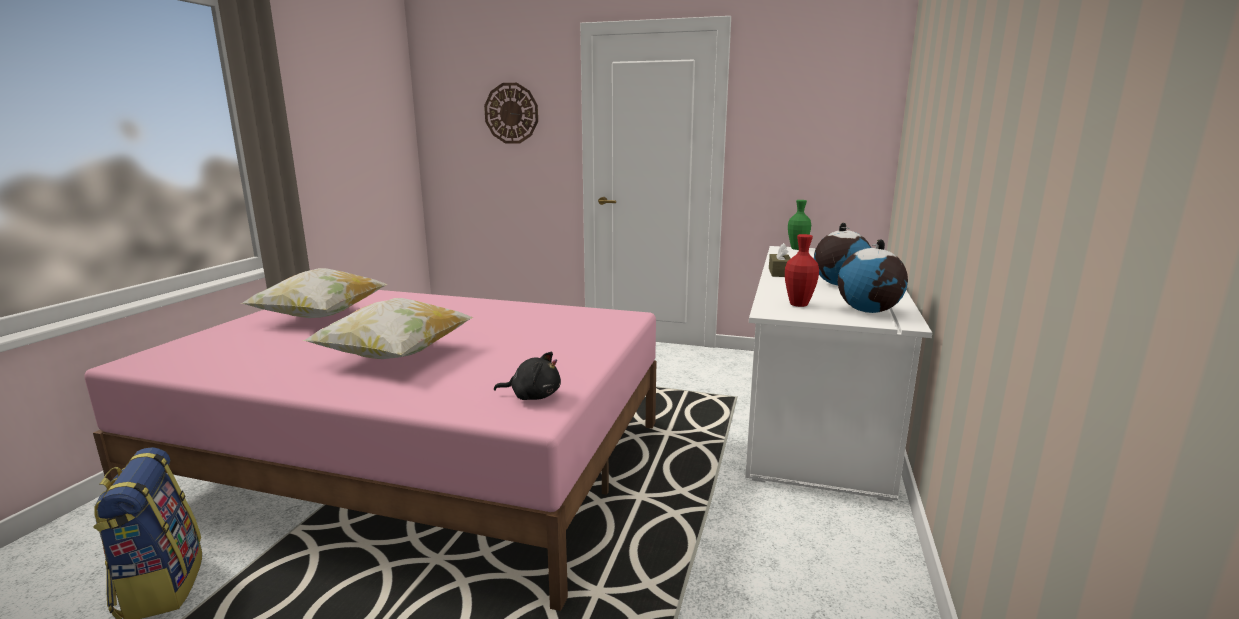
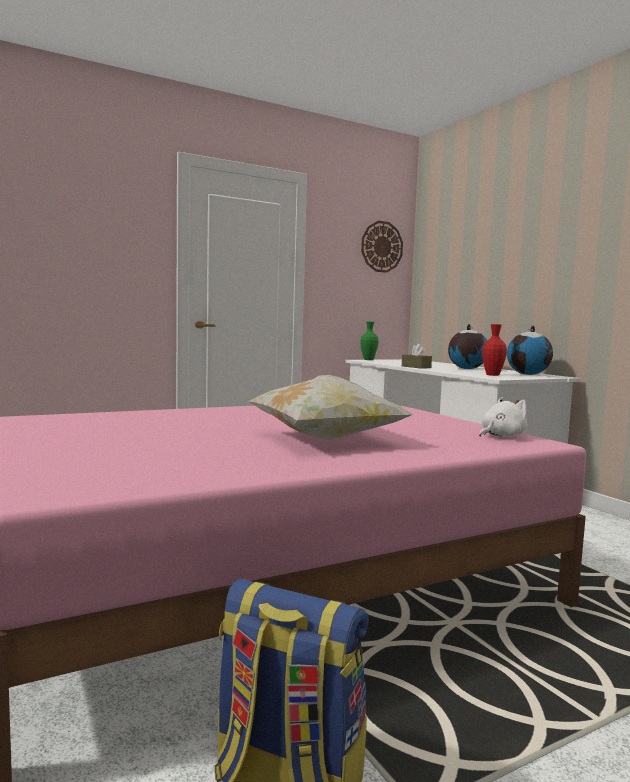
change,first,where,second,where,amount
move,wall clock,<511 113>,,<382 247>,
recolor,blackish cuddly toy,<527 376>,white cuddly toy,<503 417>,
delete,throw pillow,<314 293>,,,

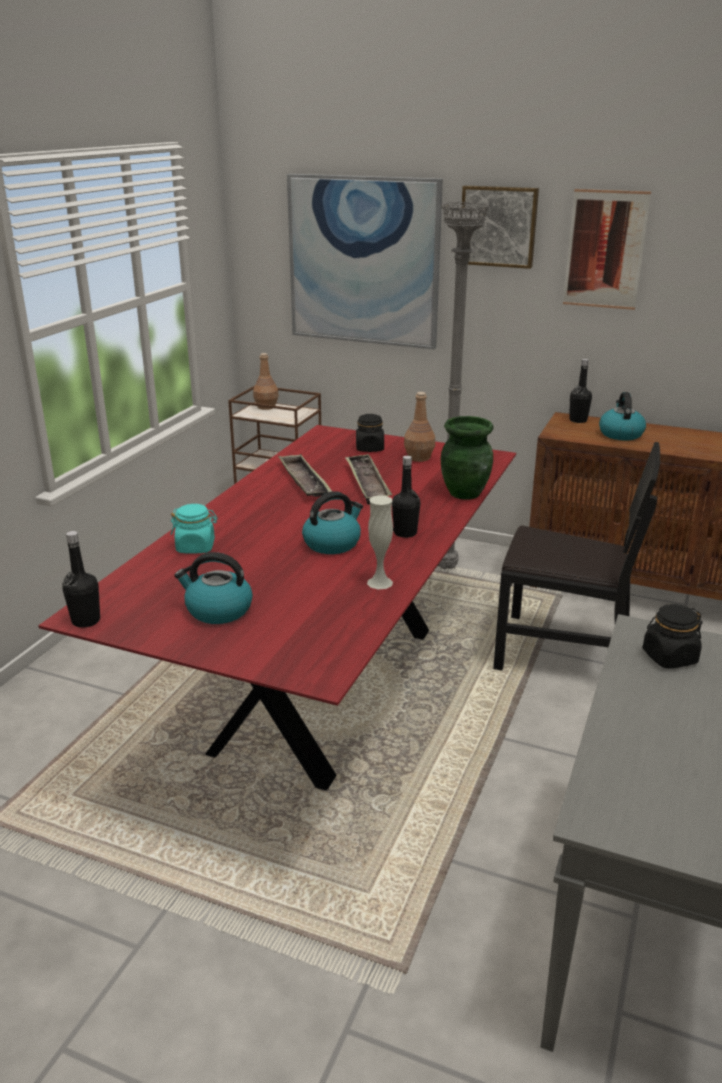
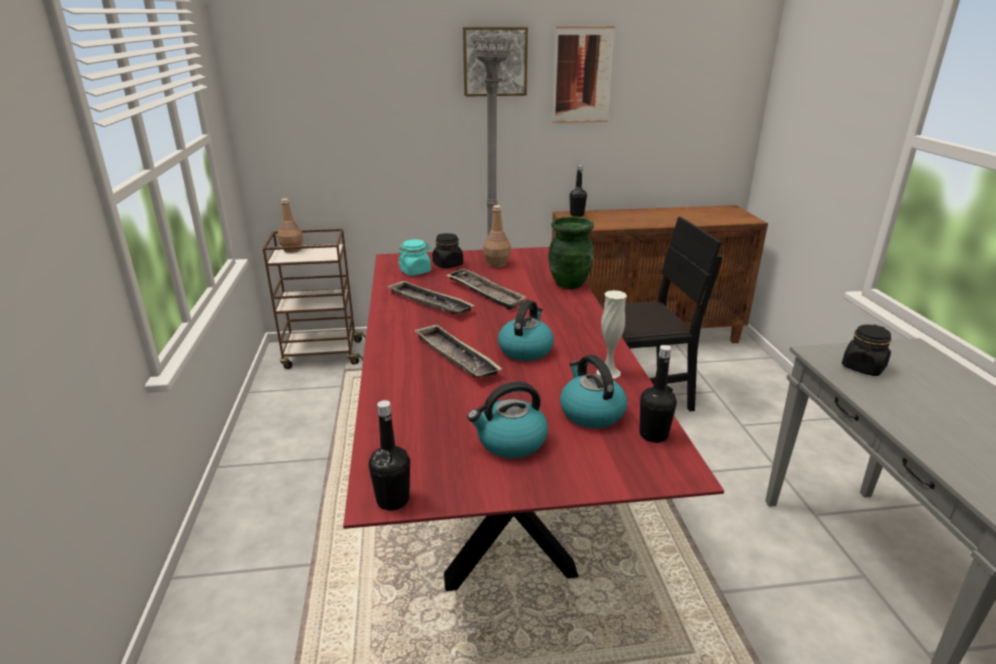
change,first,where,second,where,amount
move,turquoise-coloured preserve jar,<194 529>,,<414 257>,
insert,,,serving tray,<458 351>,
move,kettle,<622 416>,,<593 391>,
move,blackish beverage bottle,<406 497>,,<658 394>,
delete,wall art,<365 261>,,,

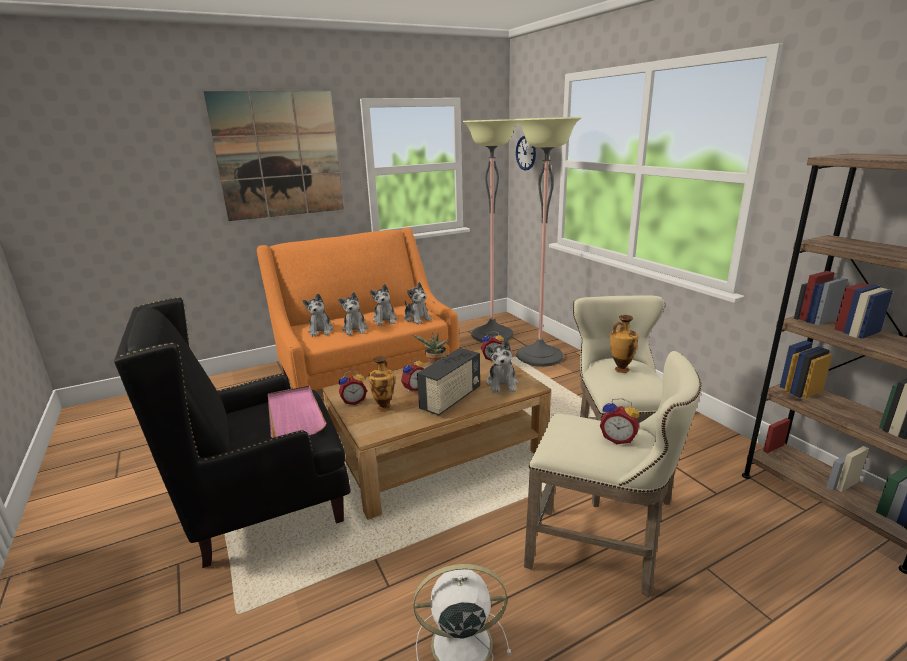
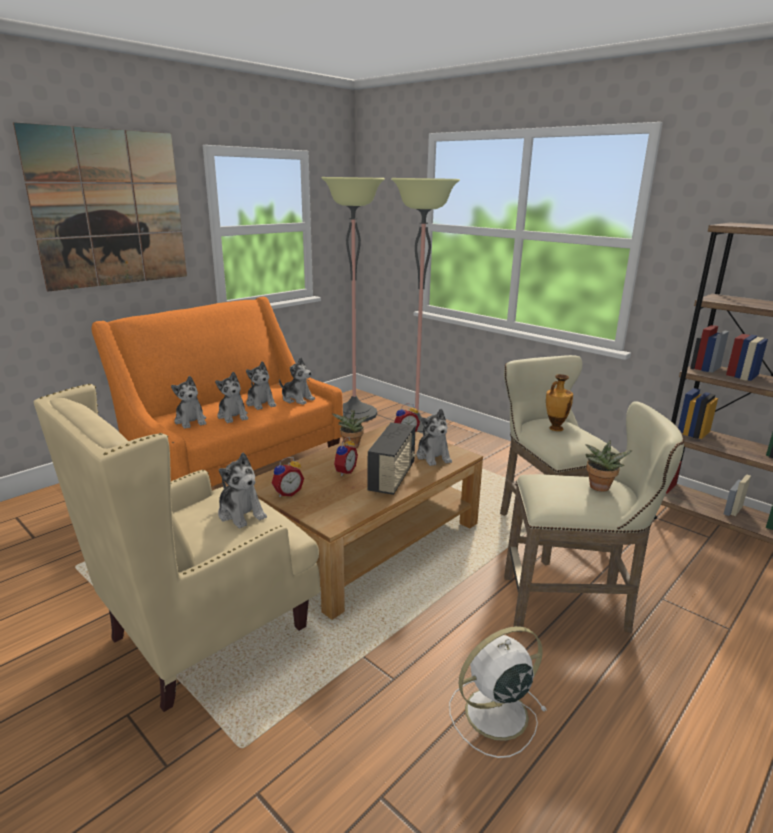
change,first,where,second,where,amount
recolor,blackish lounge chair,<232 432>,beige-coloured lounge chair,<177 548>,
replace,pink serving tray,<297 411>,cuddly toy,<242 490>,
replace,bedside clock,<619 421>,potted plant,<609 466>,
delete,flower vase,<382 384>,,,
delete,wall clock,<526 153>,,,

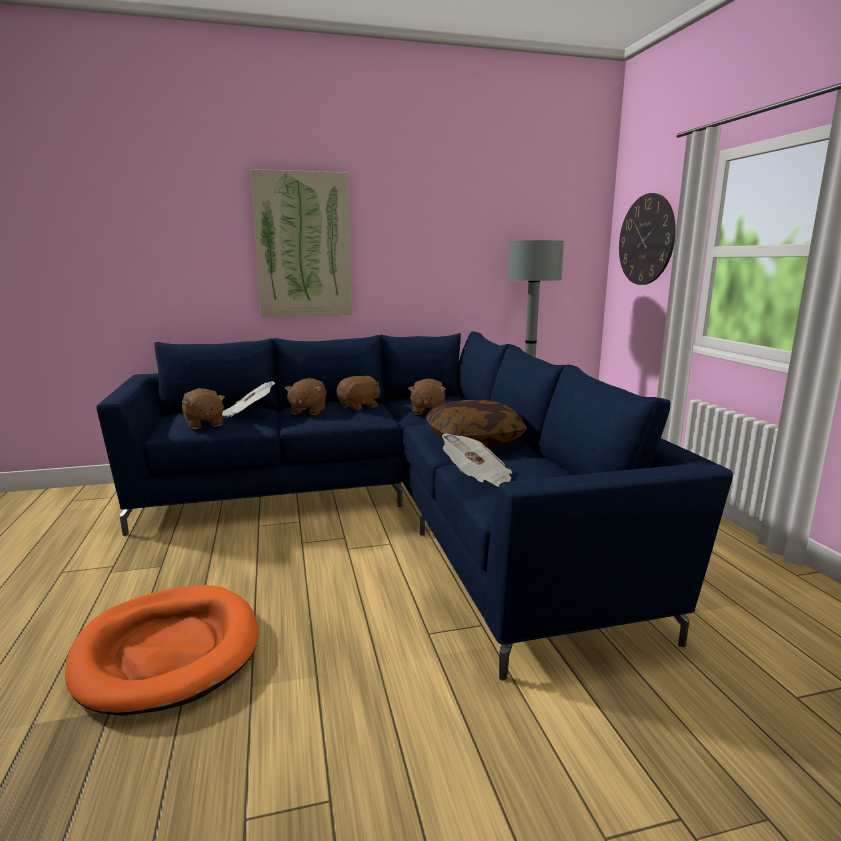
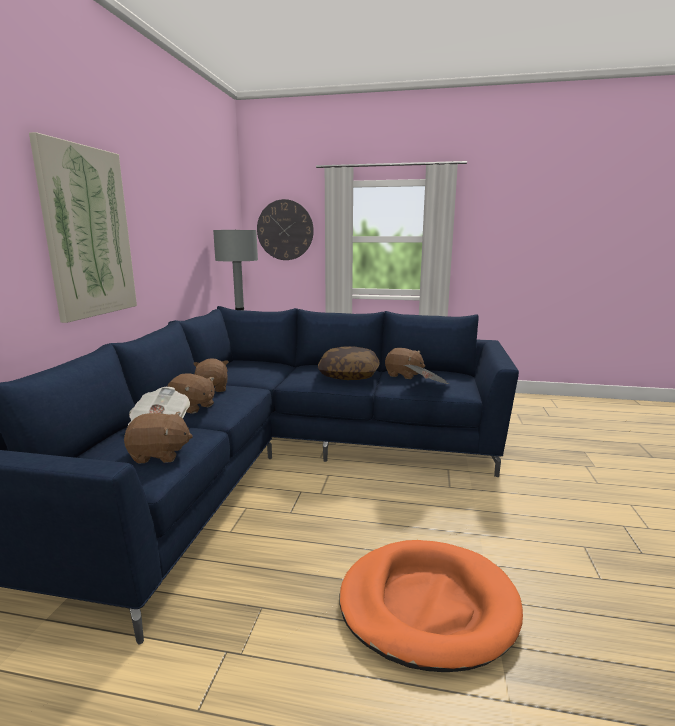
change,first,where,second,where,amount
move,brownish cuddly toy,<427 396>,,<405 363>,

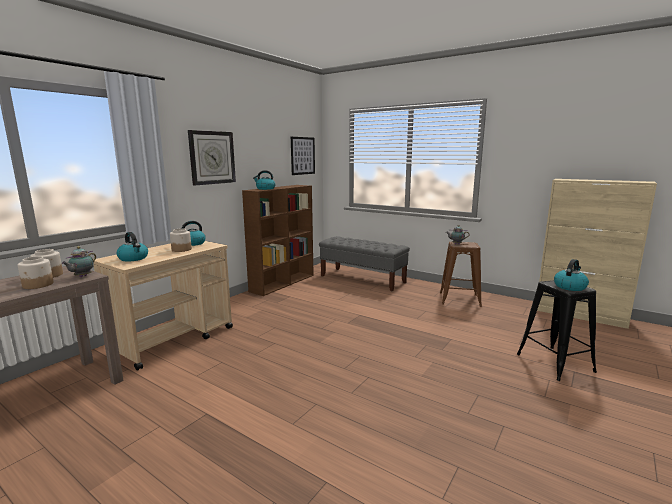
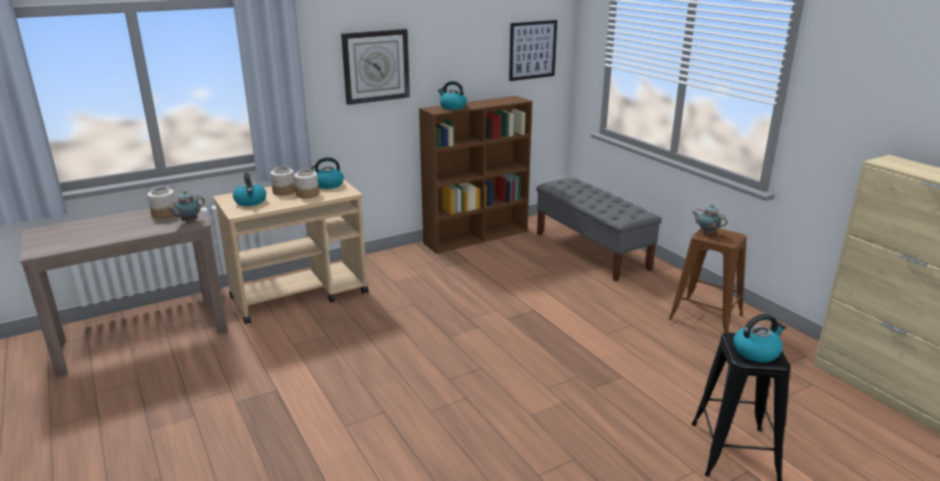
change,first,where,second,where,amount
move,preserve jar,<36 272>,,<283 181>,

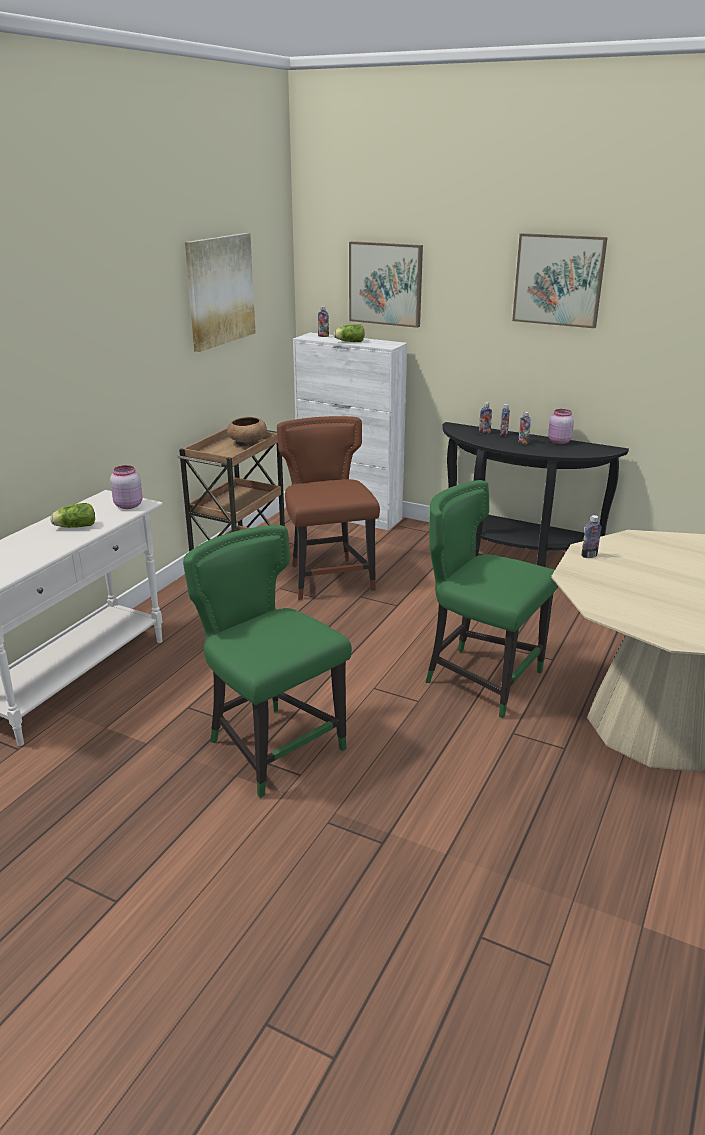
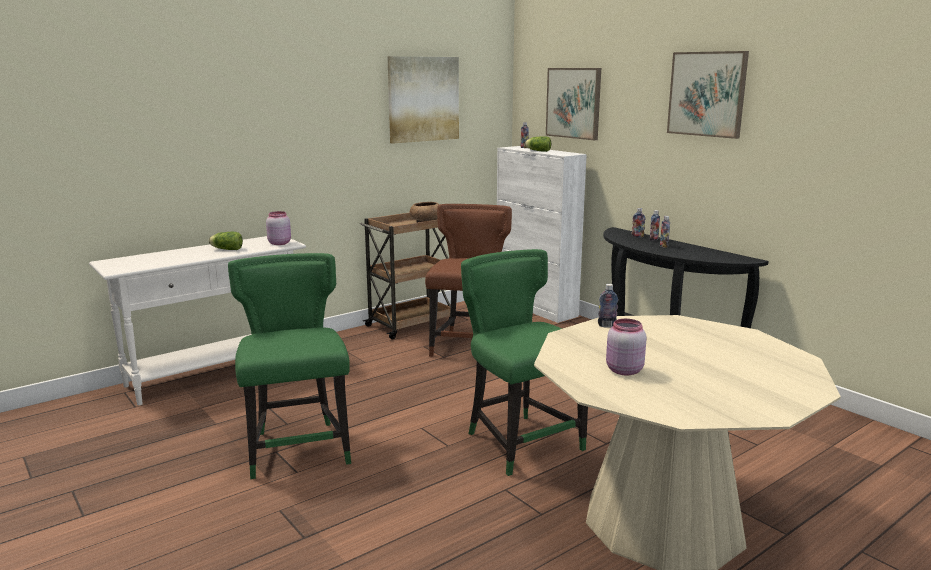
change,first,where,second,where,amount
move,pink preserve jar,<561 426>,,<626 347>,

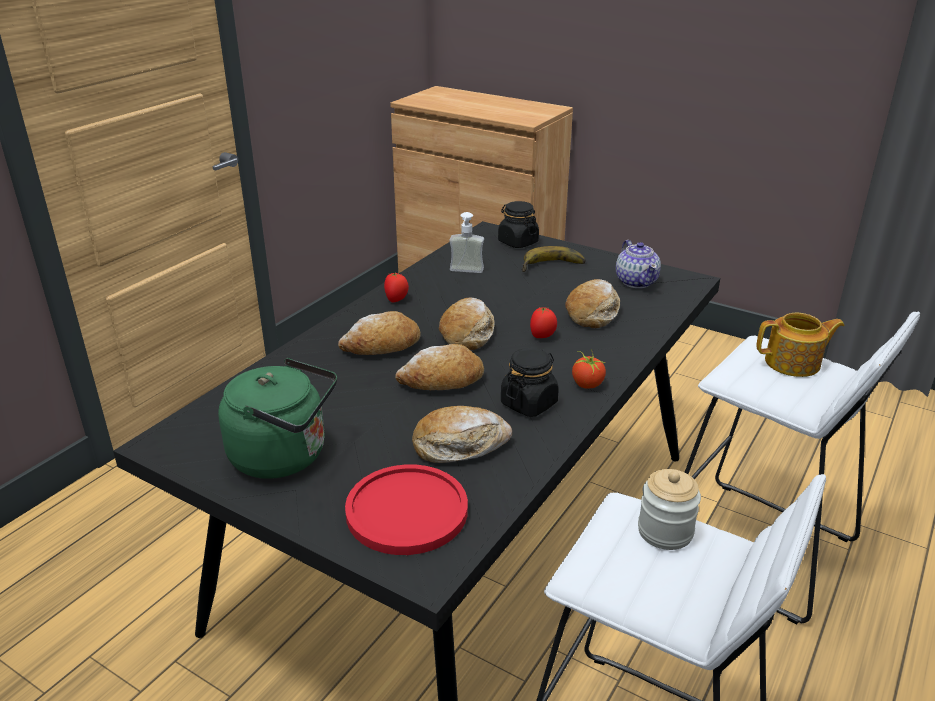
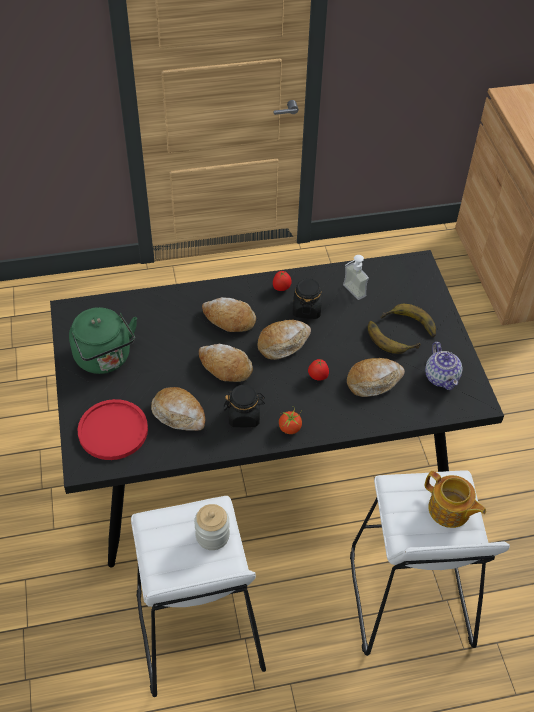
change,first,where,second,where,amount
move,blackish preserve jar,<518 224>,,<307 298>,
insert,,,banana,<394 337>,
rotate,teapot,<638 264>,,<444 366>,45 degrees counterclockwise

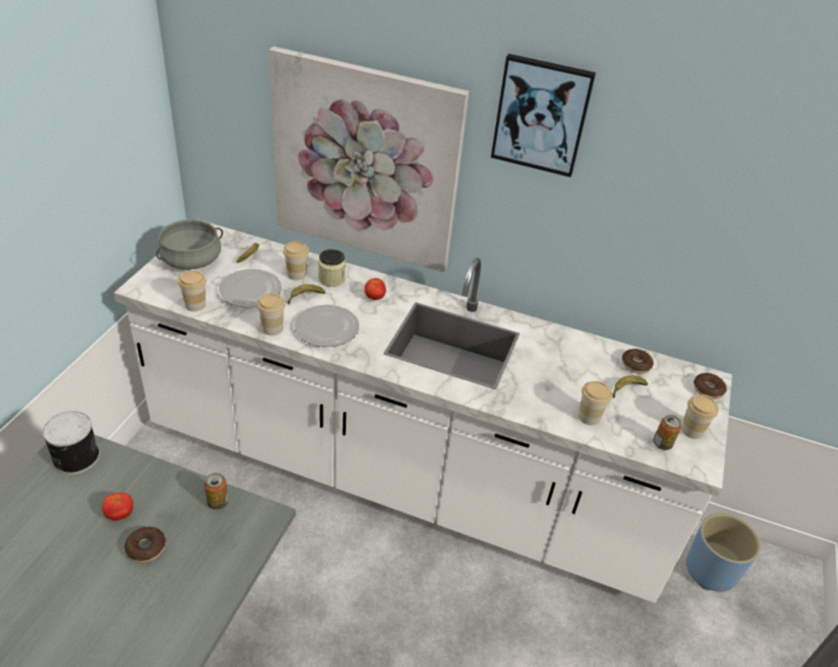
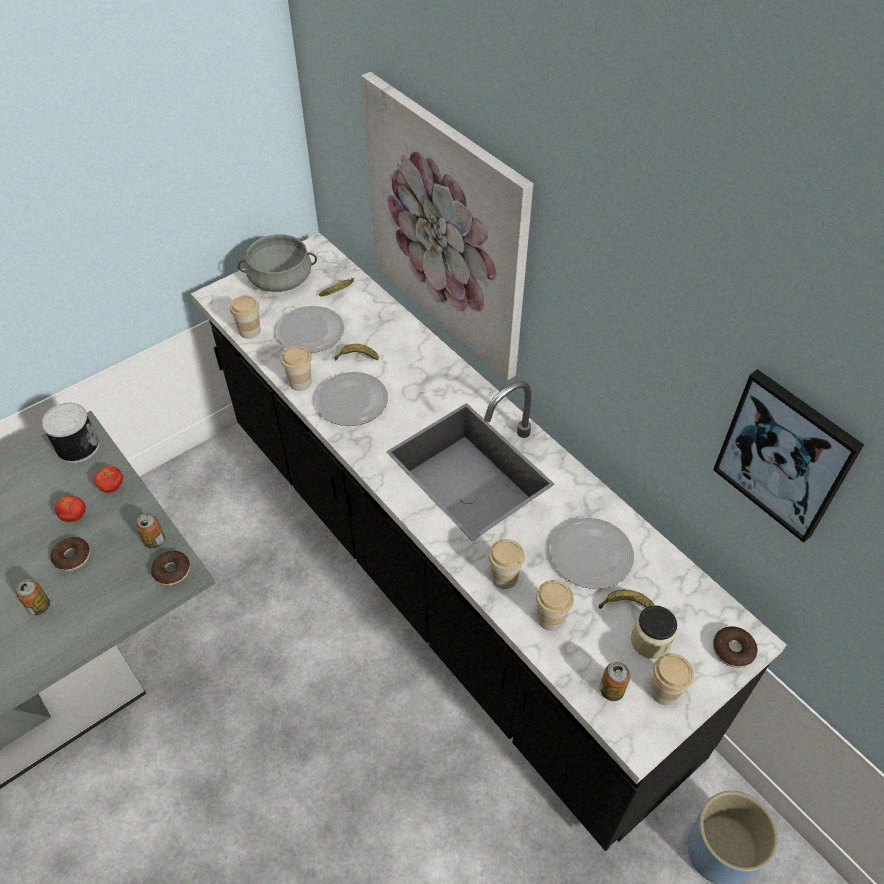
change,first,where,second,where,amount
insert,,,sealed can,<33 597>,
move,tomato,<375 289>,,<108 479>,
move,ring doughnut,<638 361>,,<170 568>,
recolor,white counter,<423 411>,blackish counter,<488 542>,
move,small cup,<296 260>,,<506 564>,
insert,,,plate,<592 553>,
move,preserve jar,<332 268>,,<654 632>,
move,wall art,<543 115>,,<788 456>,

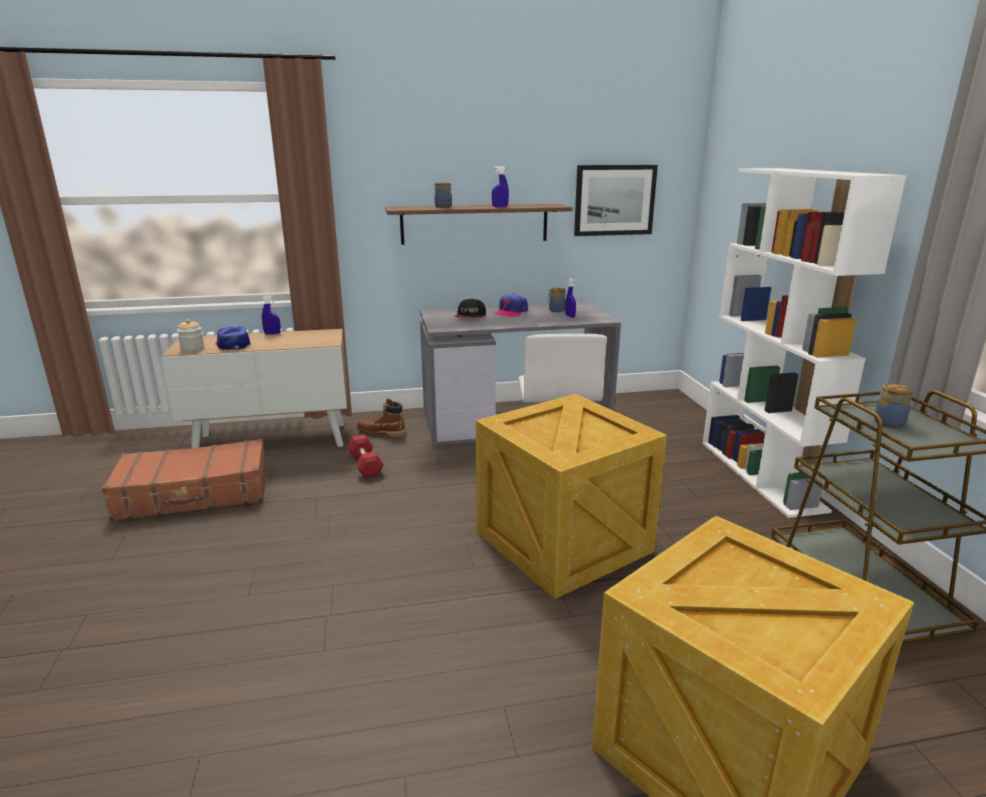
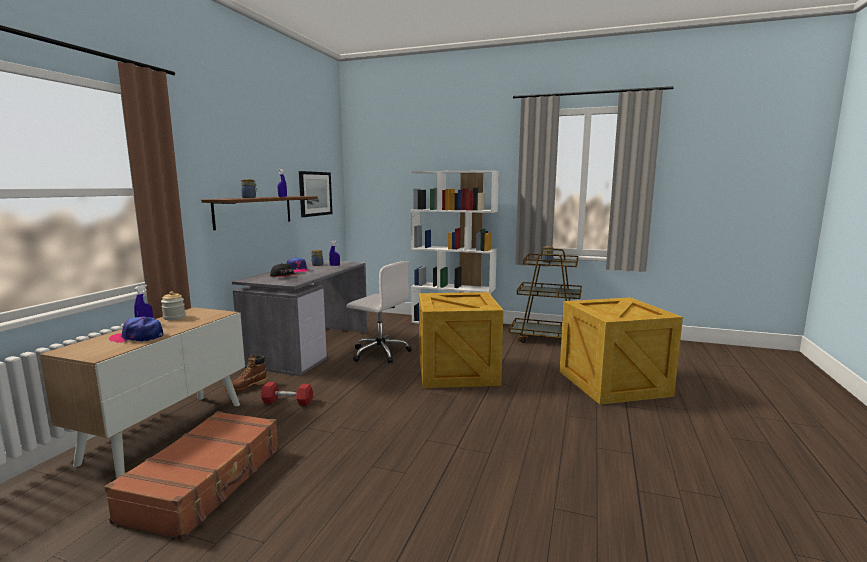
change,first,where,second,where,amount
move,preserve jar,<190 335>,,<173 305>,

